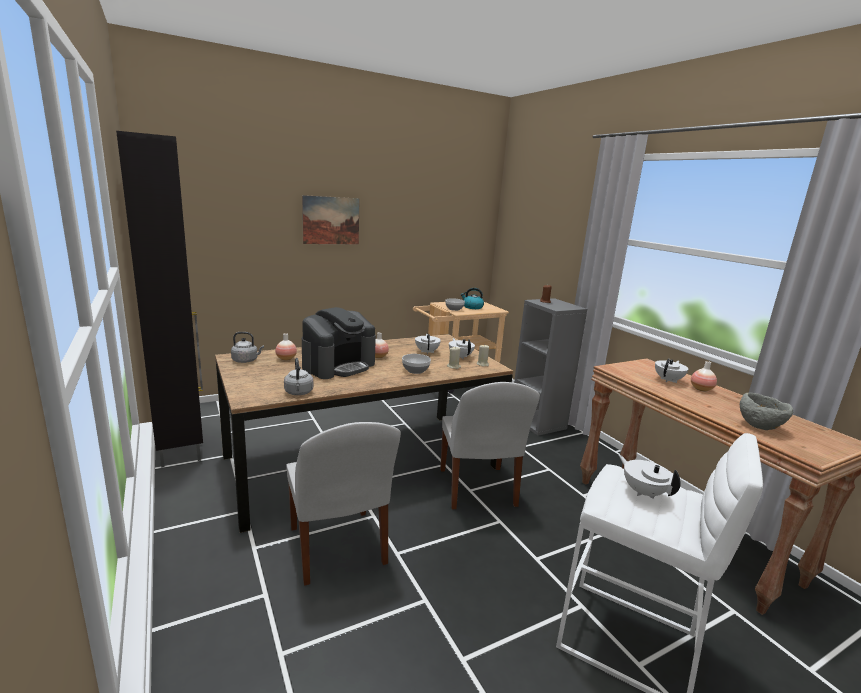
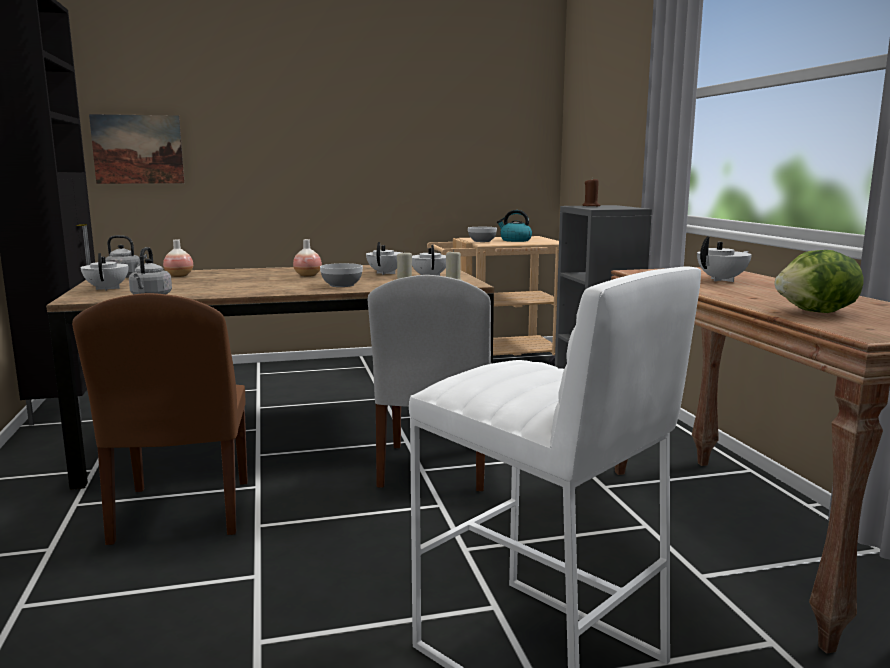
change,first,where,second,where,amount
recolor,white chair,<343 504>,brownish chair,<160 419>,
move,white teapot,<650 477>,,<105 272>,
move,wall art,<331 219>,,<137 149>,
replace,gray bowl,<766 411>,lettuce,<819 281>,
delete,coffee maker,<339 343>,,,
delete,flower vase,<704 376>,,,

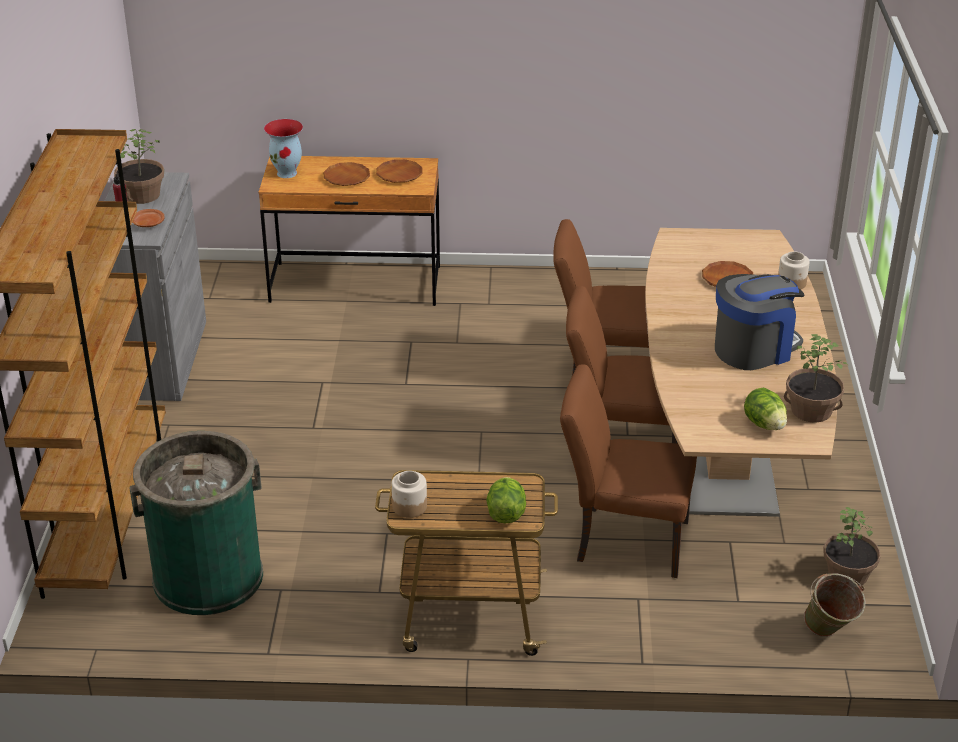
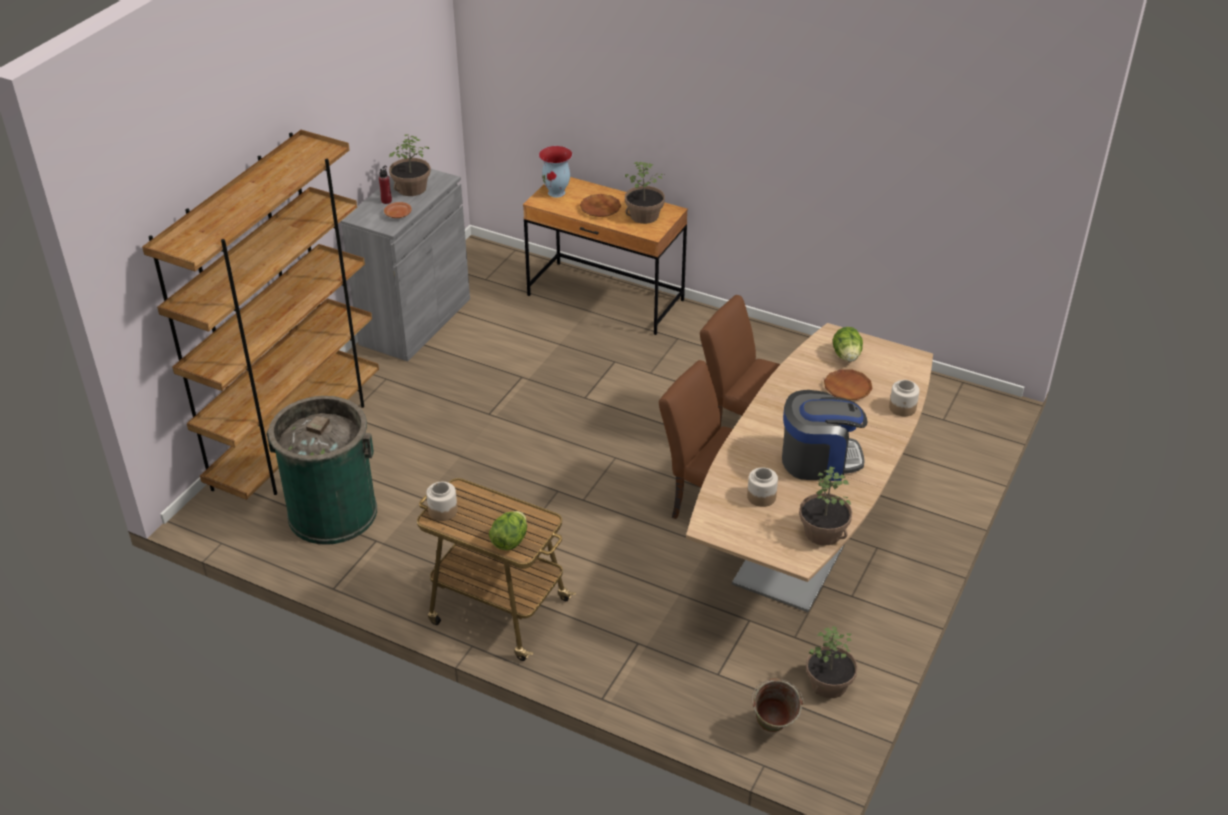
change,first,where,second,where,amount
replace,brownish plate,<399 171>,potted plant,<645 193>,
insert,,,preserve jar,<762 487>,
move,lettuce,<765 408>,,<848 344>,
delete,brownish chair,<628 471>,,,

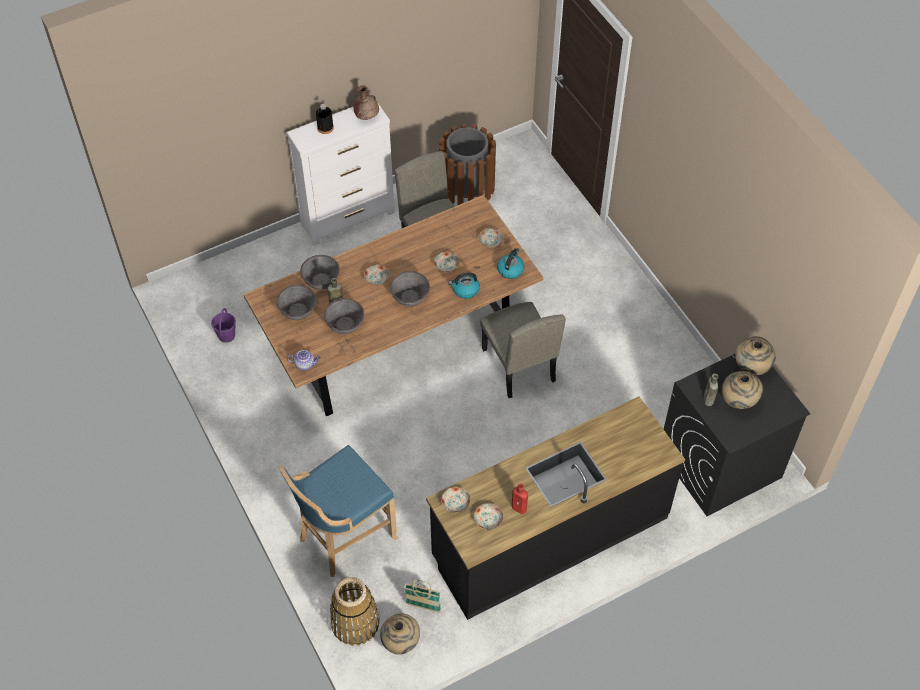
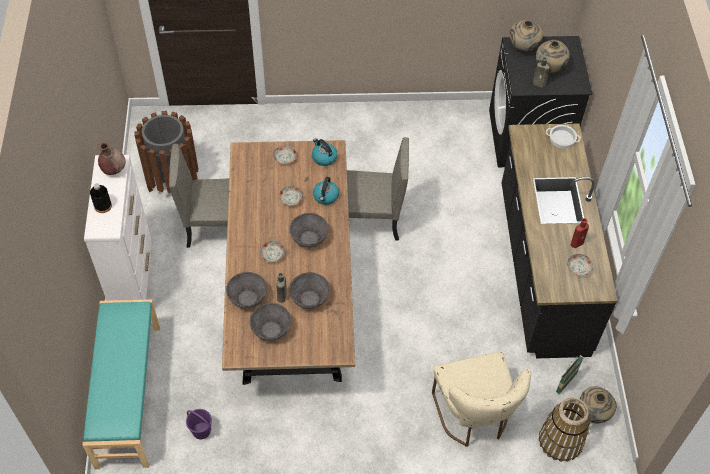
change,first,where,second,where,amount
insert,,,turquoise-coloured indoor bench,<121 384>,
replace,blue-coloured sitting stool,<338 511>,beige-coloured chair,<481 399>,
insert,,,cooking pot,<563 136>,
delete,teapot,<304 360>,,,
delete,plate,<455 499>,,,

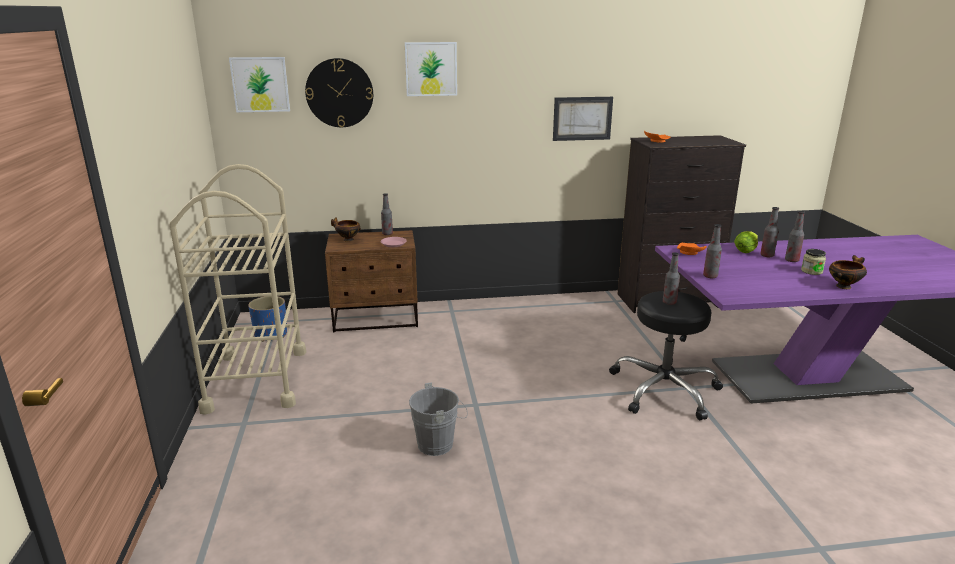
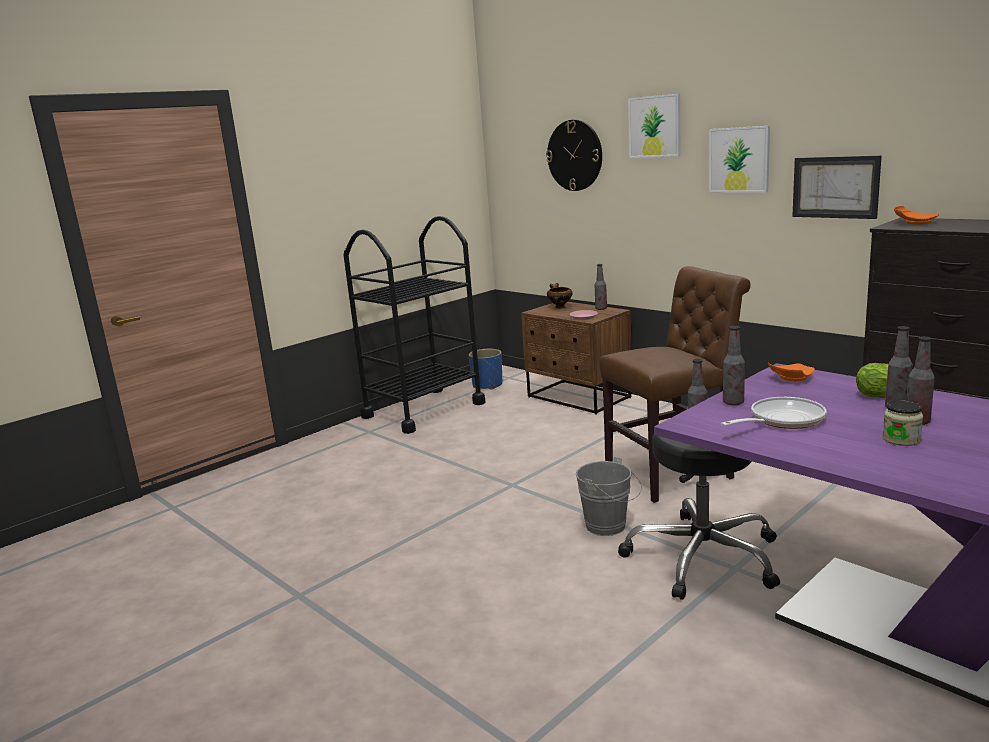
change,first,where,second,where,amount
recolor,beige-coloured trolley,<238 289>,blackish trolley,<414 325>,
move,gray water bucket,<438 419>,,<609 496>,
insert,,,brownish chair,<675 384>,
move,wall art,<259 84>,,<739 159>,
insert,,,frying pan,<773 413>,
delete,bowl,<848 272>,,,

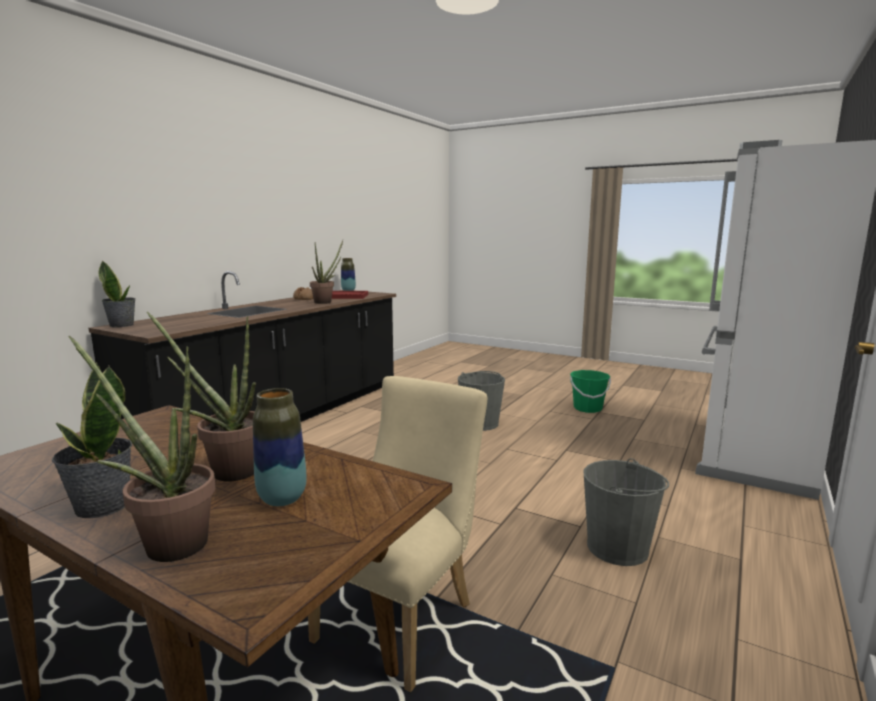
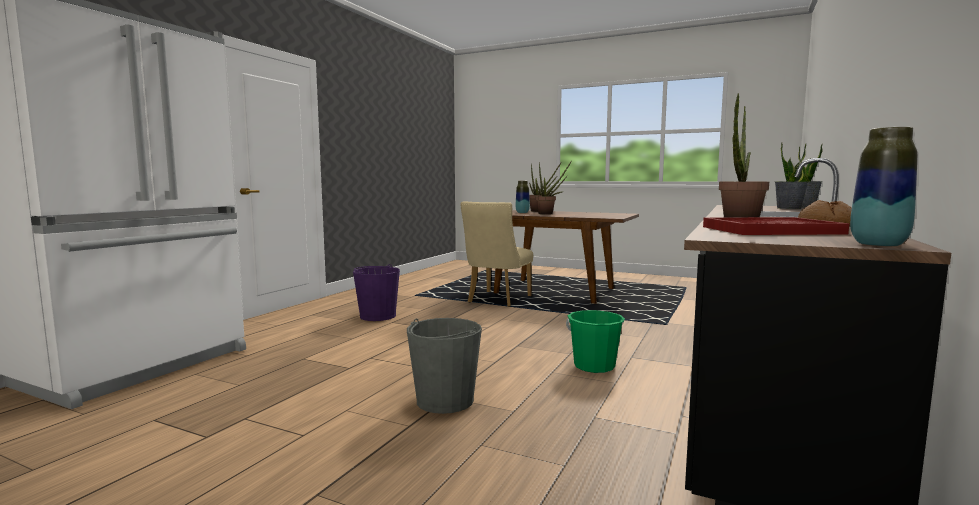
change,first,where,second,where,amount
recolor,gray water bucket,<626 512>,purplish water bucket,<376 292>,
move,green-coloured water bucket,<590 391>,,<595 341>,
move,potted plant,<92 440>,,<791 175>,

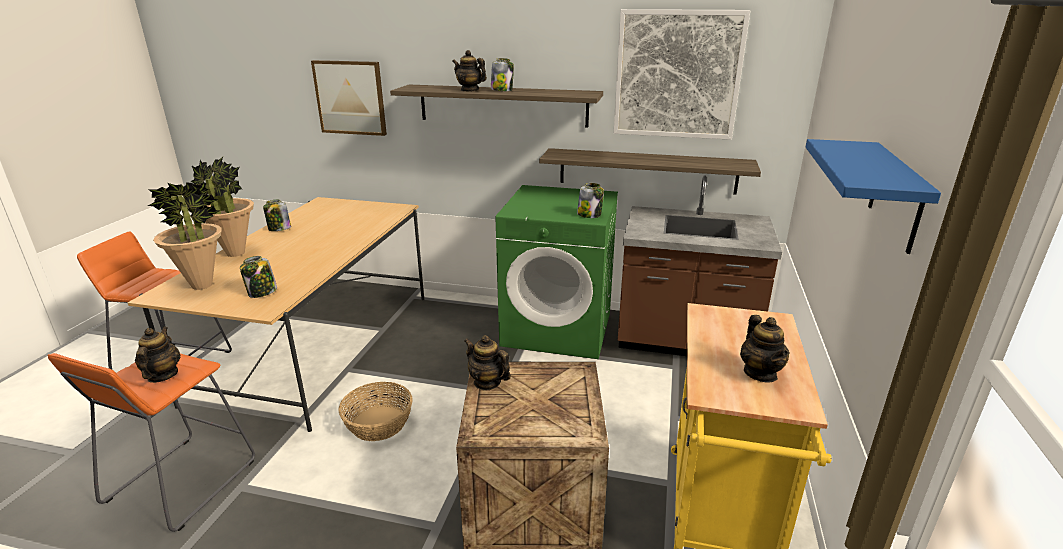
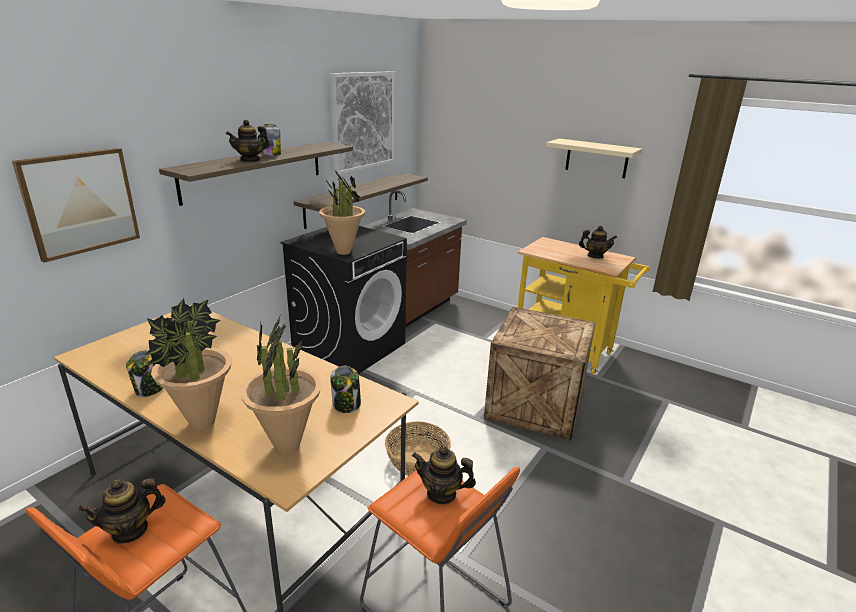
change,first,where,second,where,amount
move,teapot,<487 362>,,<122 511>,
recolor,green-coloured laundry machine,<557 272>,blackish laundry machine,<343 300>,
insert,,,potted plant,<342 213>,
recolor,blue-coloured shelf,<873 196>,beige-coloured shelf,<594 158>,
delete,preserve jar,<590 200>,,,

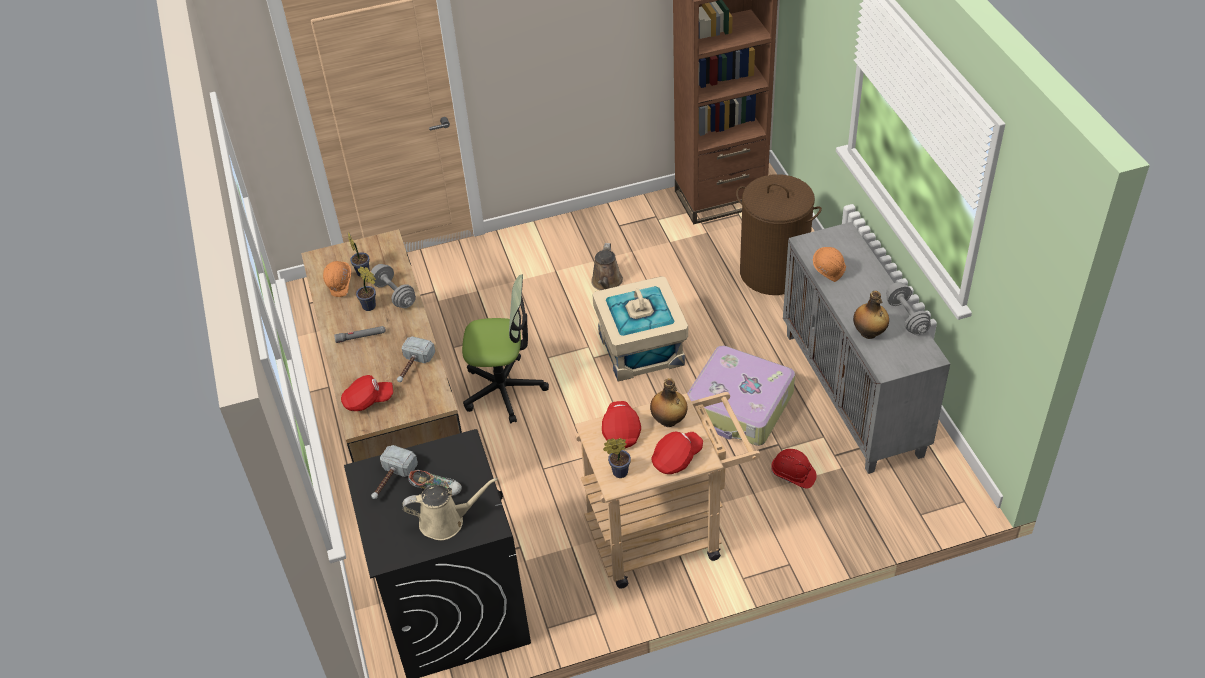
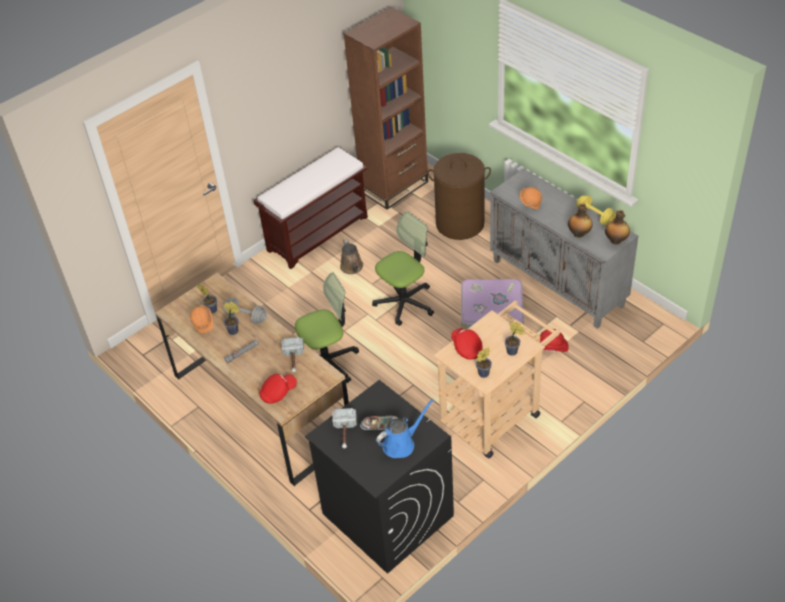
change,first,where,second,where,amount
insert,,,brownish indoor bench,<311 208>,
replace,beige-coloured storage container,<640 329>,desk chair,<403 269>,
recolor,beige-coloured sprinkling can,<450 509>,blue-coloured sprinkling can,<405 428>,
replace,red peaked cap,<677 453>,potted plant,<515 339>,
recolor,gray hand weight,<908 308>,yellow-coloured hand weight,<596 210>,
move,beverage bottle,<669 402>,,<617 227>,

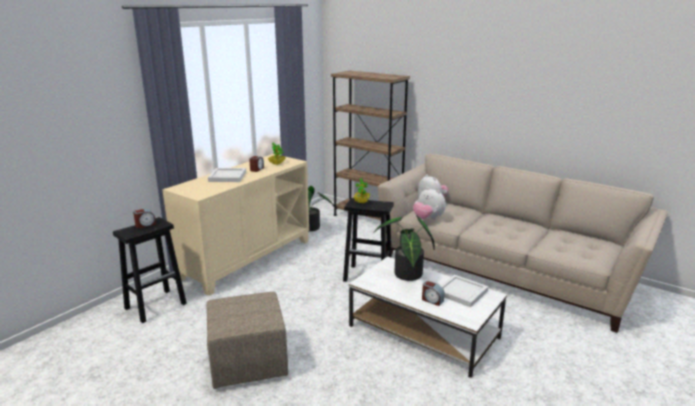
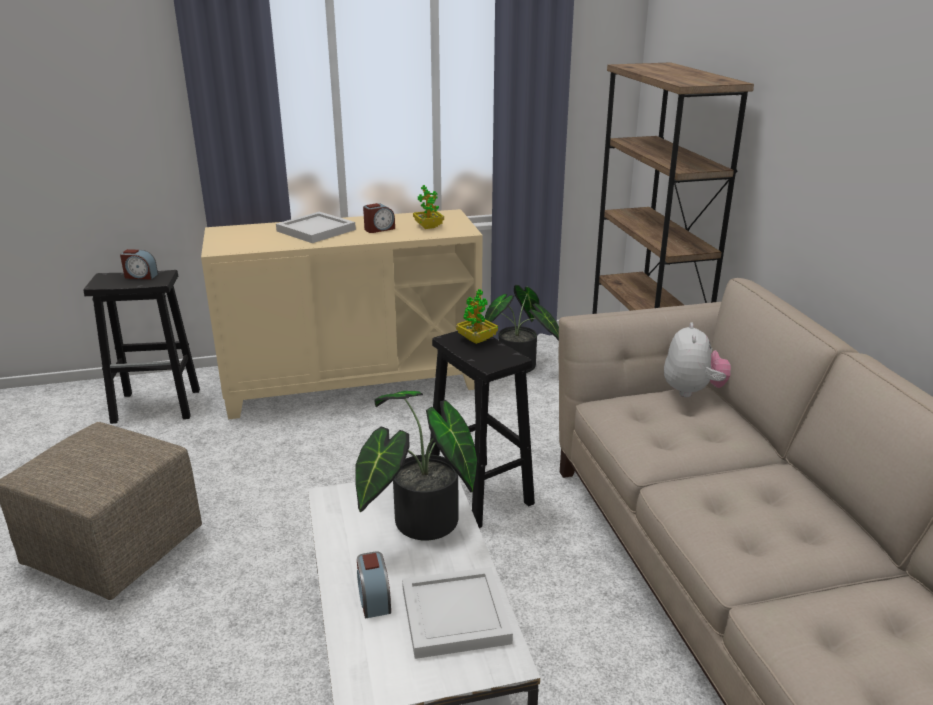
change,first,where,second,where,amount
delete,cuddly toy,<429 203>,,,

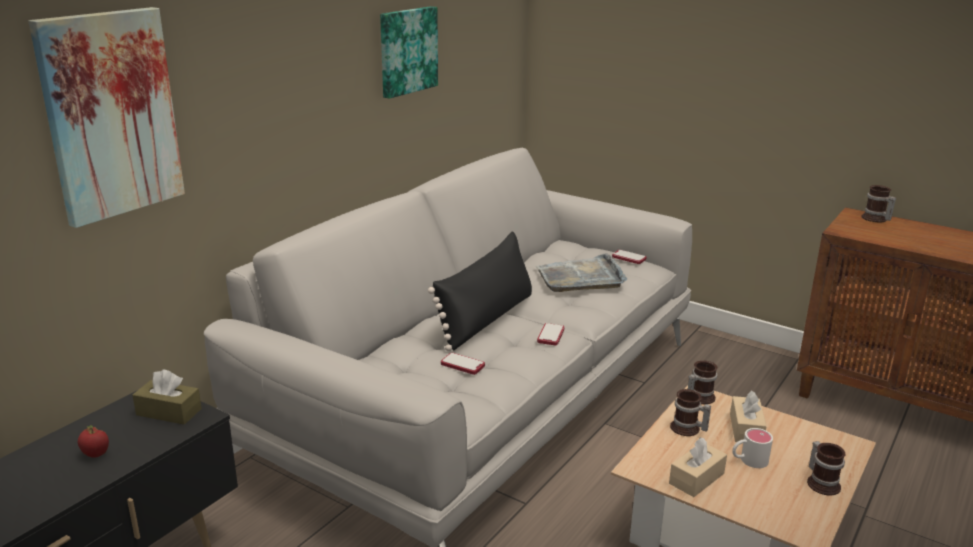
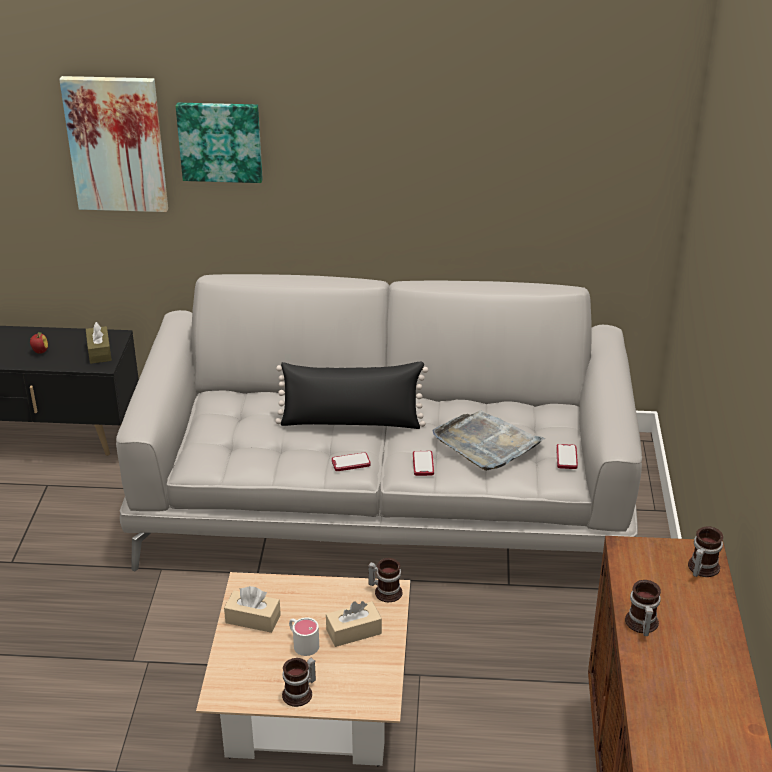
change,first,where,second,where,amount
move,wall art,<409 52>,,<219 143>,
move,telephone,<463 364>,,<423 463>,
move,coffee mug,<690 412>,,<643 608>,

